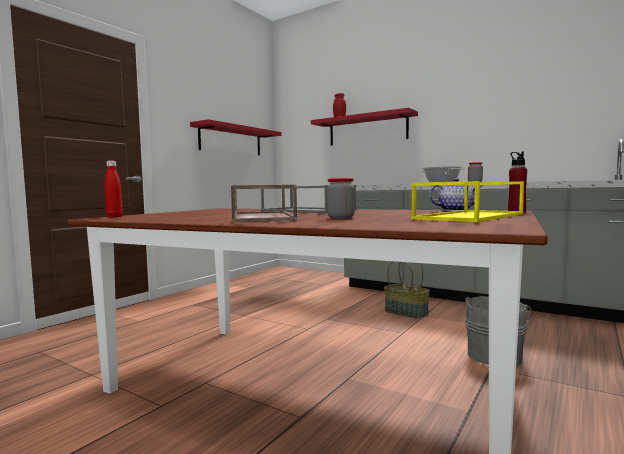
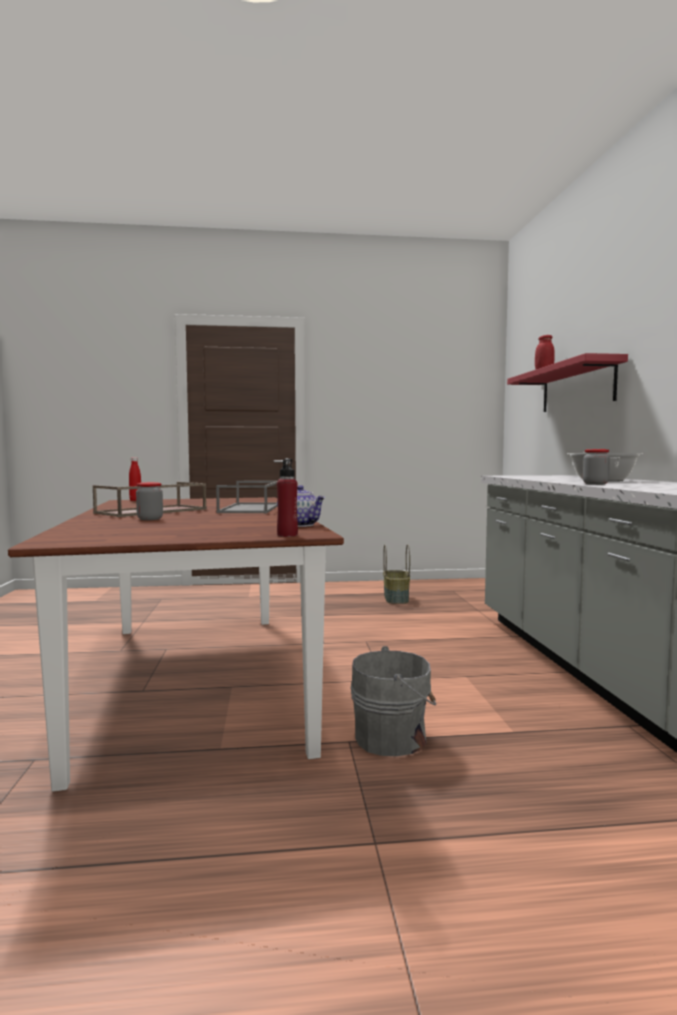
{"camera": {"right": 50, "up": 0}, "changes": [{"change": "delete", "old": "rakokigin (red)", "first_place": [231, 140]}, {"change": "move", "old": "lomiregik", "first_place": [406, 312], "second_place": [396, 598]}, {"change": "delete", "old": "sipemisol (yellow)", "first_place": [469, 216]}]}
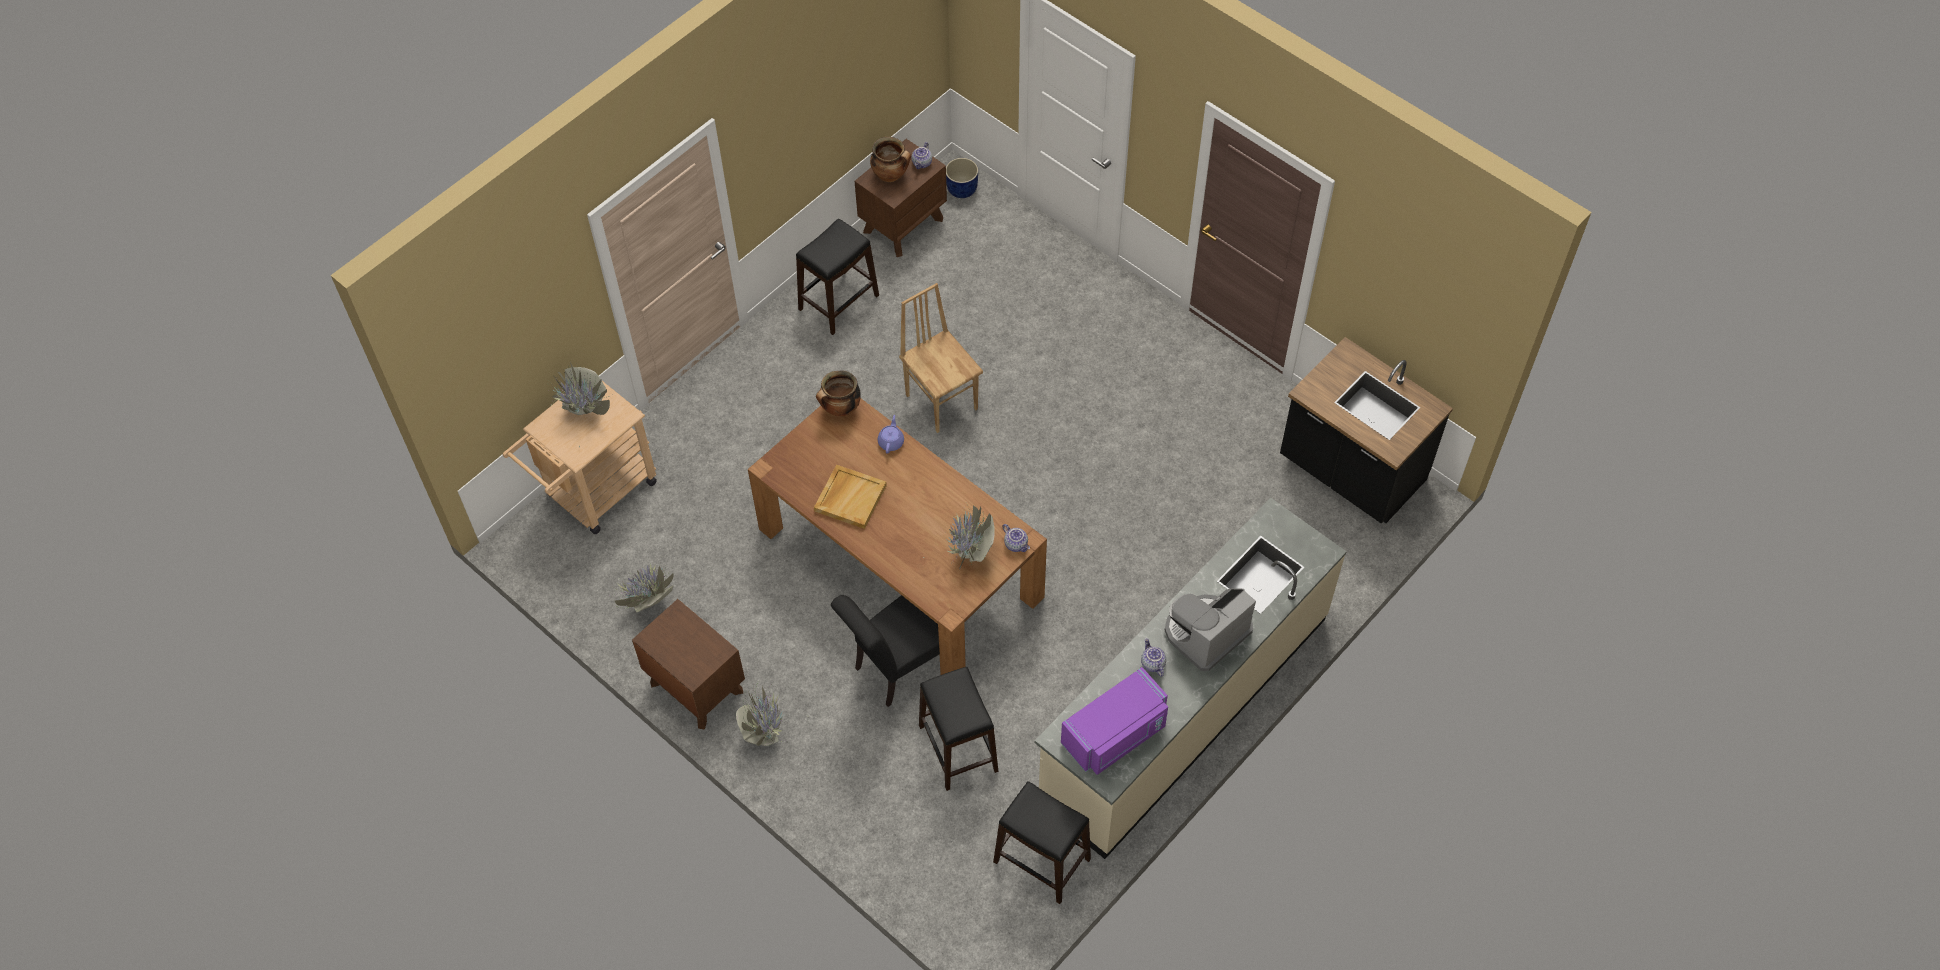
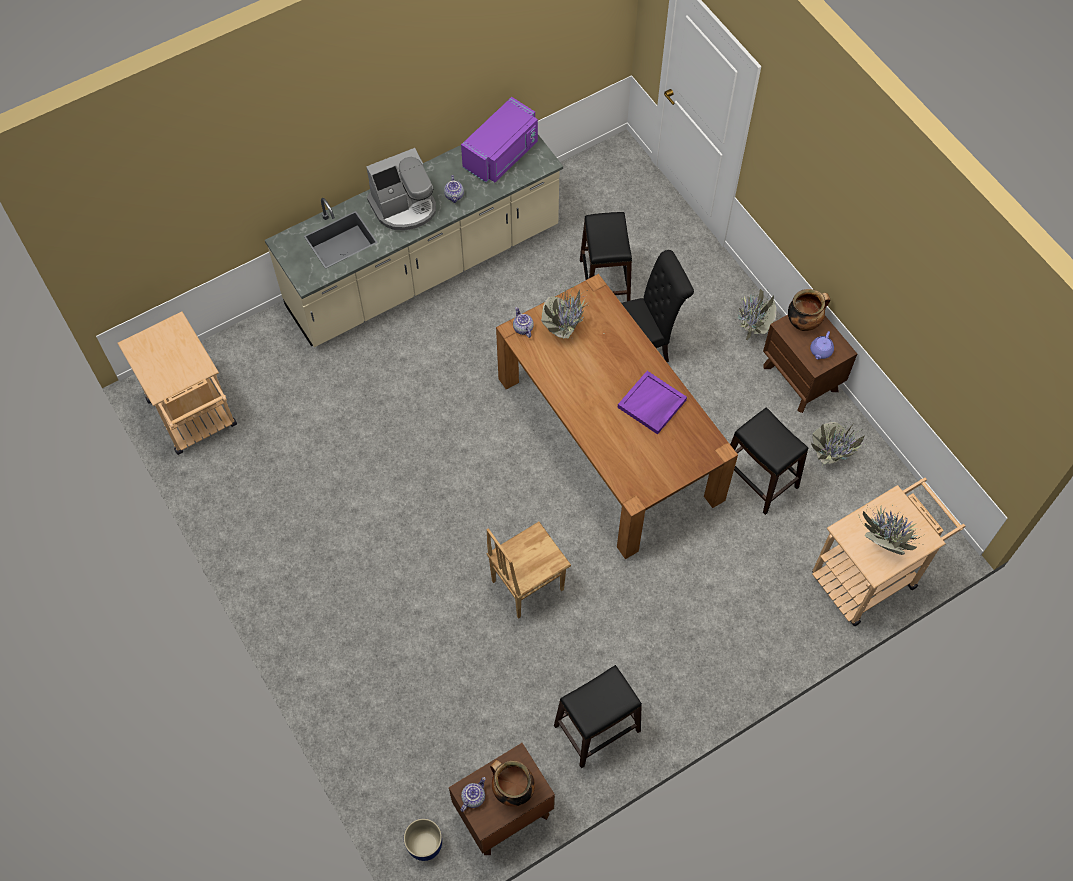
{"camera": {"right": -165, "up": 5}, "changes": [{"change": "recolor", "old": "sipemisol (beige)", "new": "sipemisol (purple)", "first_place": [850, 497], "second_place": [652, 404]}, {"change": "move", "old": "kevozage", "first_place": [840, 409], "second_place": [803, 322]}, {"change": "move", "old": "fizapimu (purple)", "first_place": [891, 441], "second_place": [820, 351]}, {"change": "rotate", "old": "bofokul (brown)", "first_place": [942, 401], "second_place": [526, 585], "degrees": 75}, {"change": "move", "old": "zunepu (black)", "first_place": [1042, 861], "second_place": [759, 478]}, {"change": "rotate", "old": "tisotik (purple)", "first_place": [1115, 735], "second_place": [502, 155], "degrees": 150}, {"change": "replace", "old": "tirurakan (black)", "new": "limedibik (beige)", "first_place": [1351, 472], "second_place": [195, 418]}]}
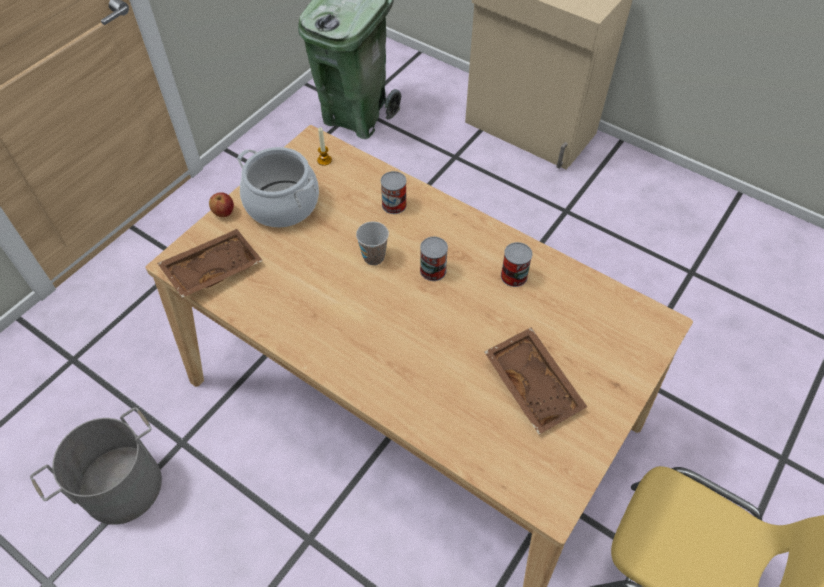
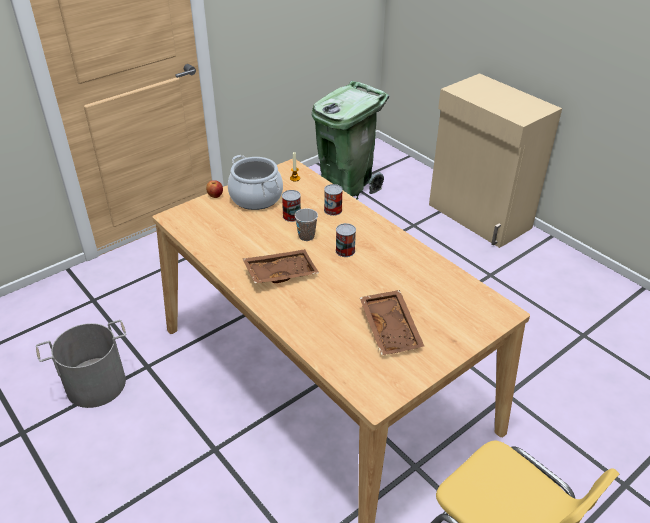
{"camera": {"right": 15, "up": -15}, "changes": [{"change": "move", "old": "sipemisol (brown)", "first_place": [212, 269], "second_place": [280, 273]}, {"change": "move", "old": "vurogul", "first_place": [514, 276], "second_place": [291, 216]}]}
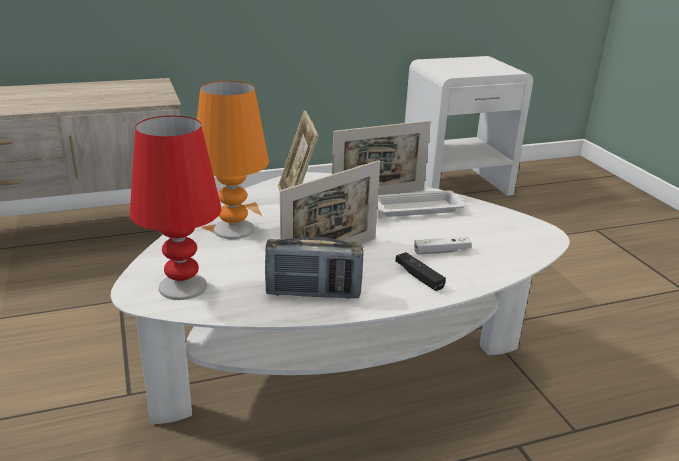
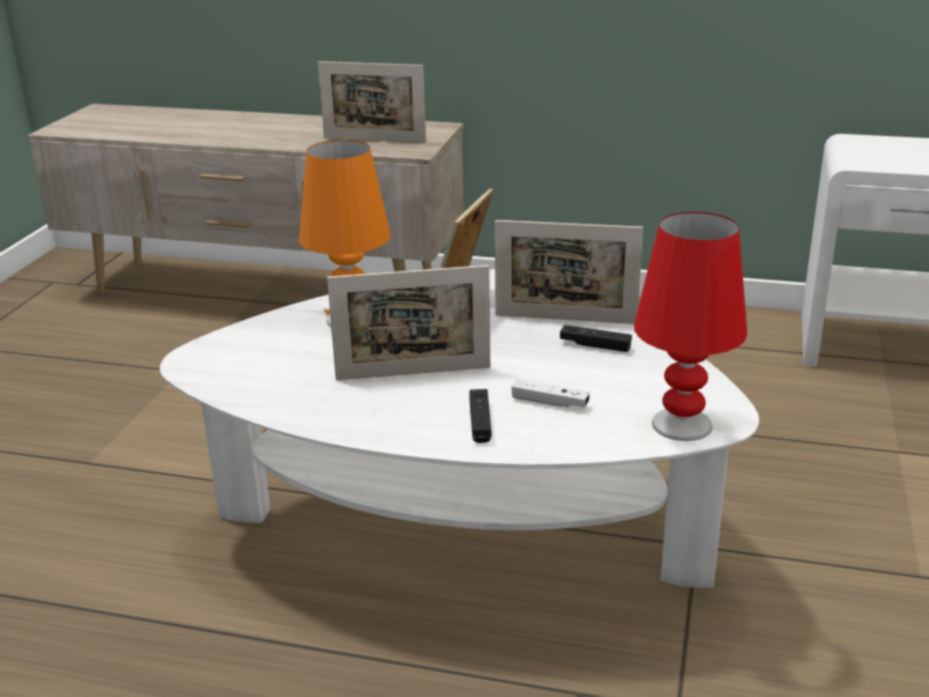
{"camera": {"right": 35, "up": 0}, "changes": [{"change": "move", "old": "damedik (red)", "first_place": [183, 286], "second_place": [682, 424]}, {"change": "delete", "old": "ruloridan", "first_place": [313, 293]}, {"change": "replace", "old": "sipemisol (white)", "new": "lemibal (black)", "first_place": [418, 208], "second_place": [595, 346]}, {"change": "insert", "new": "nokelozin", "second_place": [374, 140]}]}
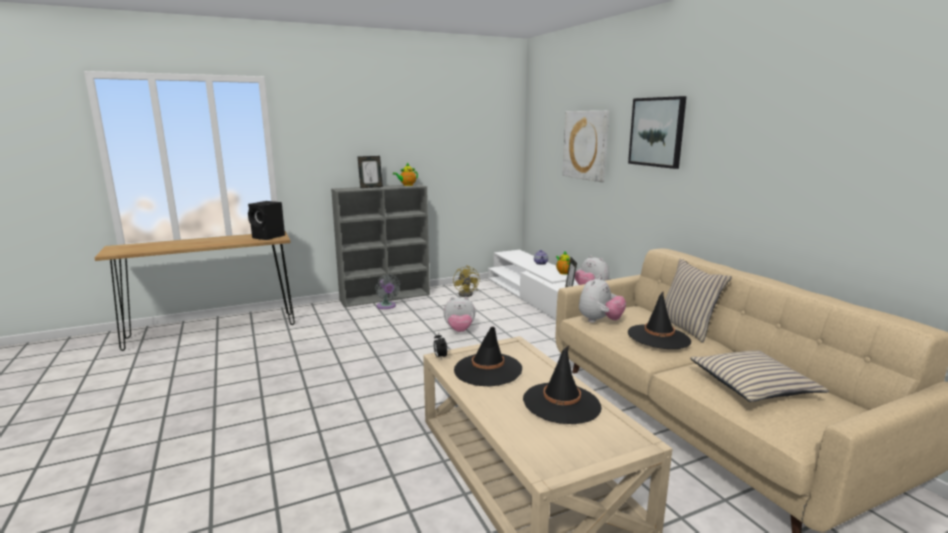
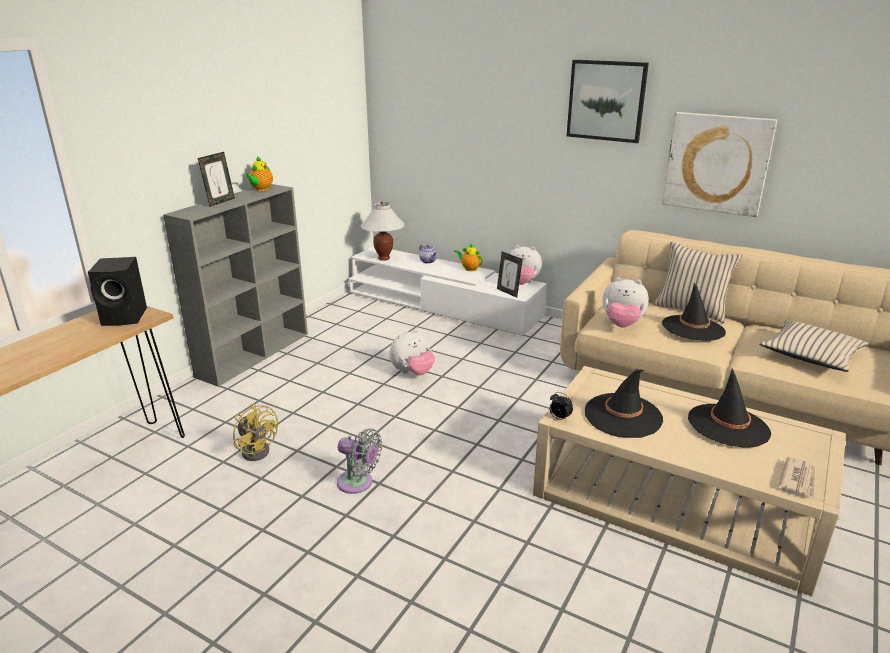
{"camera": {"right": -35, "up": 10}, "changes": [{"change": "move", "old": "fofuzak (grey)", "first_place": [386, 306], "second_place": [358, 483]}, {"change": "move", "old": "fofuzak (yellow)", "first_place": [467, 294], "second_place": [257, 449]}, {"change": "move", "old": "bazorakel", "first_place": [586, 145], "second_place": [717, 163]}, {"change": "rotate", "old": "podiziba", "first_place": [599, 321], "second_place": [622, 325], "degrees": 105}, {"change": "insert", "new": "damedik (white)", "second_place": [384, 258]}, {"change": "insert", "new": "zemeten", "second_place": [799, 479]}]}
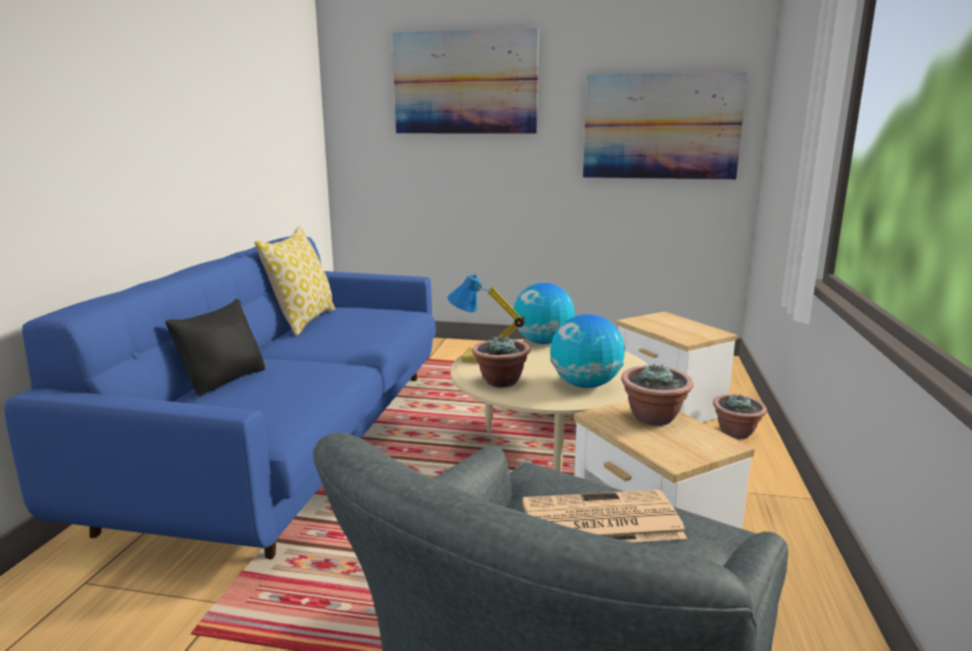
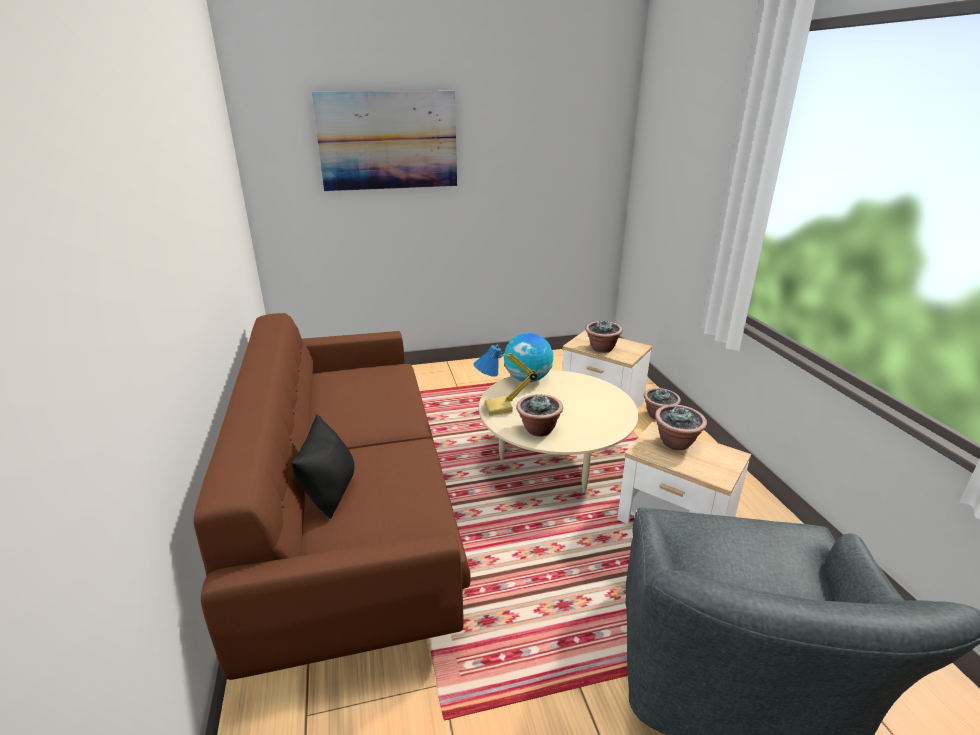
{"camera": {"right": -25, "up": 10}, "changes": [{"change": "recolor", "old": "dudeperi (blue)", "new": "dudeperi (brown)", "first_place": [294, 440], "second_place": [352, 511]}, {"change": "delete", "old": "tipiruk", "first_place": [302, 321]}, {"change": "delete", "old": "zemeten", "first_place": [599, 521]}, {"change": "delete", "old": "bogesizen", "first_place": [585, 385]}, {"change": "delete", "old": "bazorakel", "first_place": [661, 127]}, {"change": "insert", "new": "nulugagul", "second_place": [602, 349]}]}
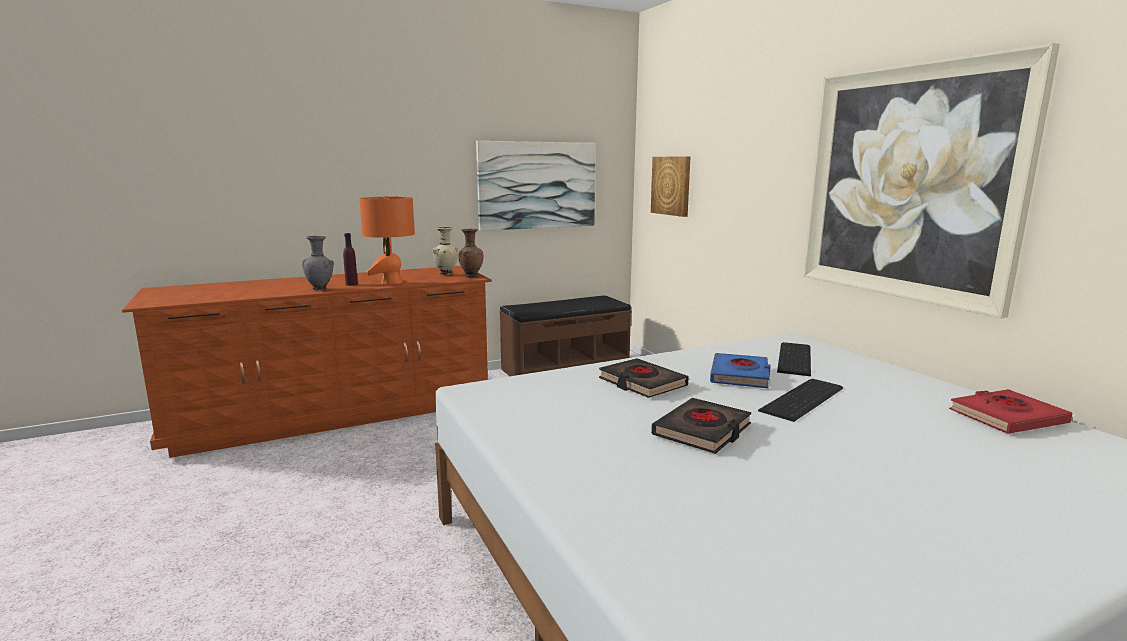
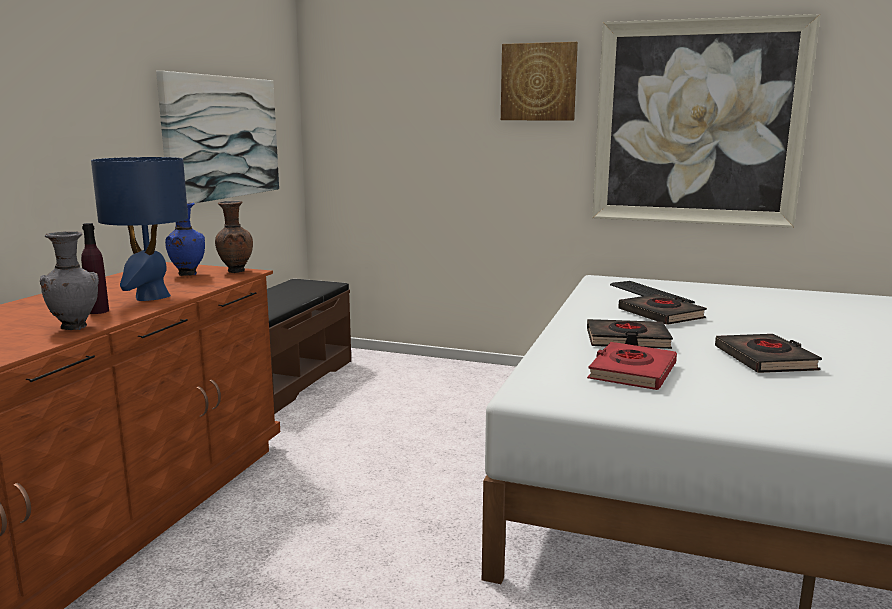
{"camera": {"right": -45, "up": 0}, "changes": [{"change": "recolor", "old": "damedik (orange)", "new": "damedik (blue)", "first_place": [391, 282], "second_place": [151, 297]}, {"change": "recolor", "old": "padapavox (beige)", "new": "padapavox (blue)", "first_place": [446, 274], "second_place": [187, 274]}, {"change": "move", "old": "bazorakel", "first_place": [671, 185], "second_place": [538, 82]}, {"change": "recolor", "old": "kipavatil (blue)", "new": "kipavatil (black)", "first_place": [740, 376], "second_place": [661, 315]}, {"change": "delete", "old": "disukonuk", "first_place": [805, 399]}, {"change": "move", "old": "kipavatil (red)", "first_place": [1006, 417], "second_place": [631, 372]}]}
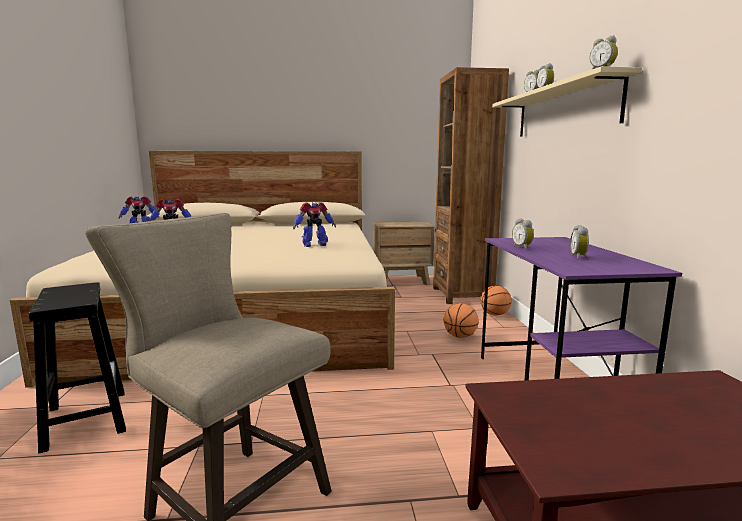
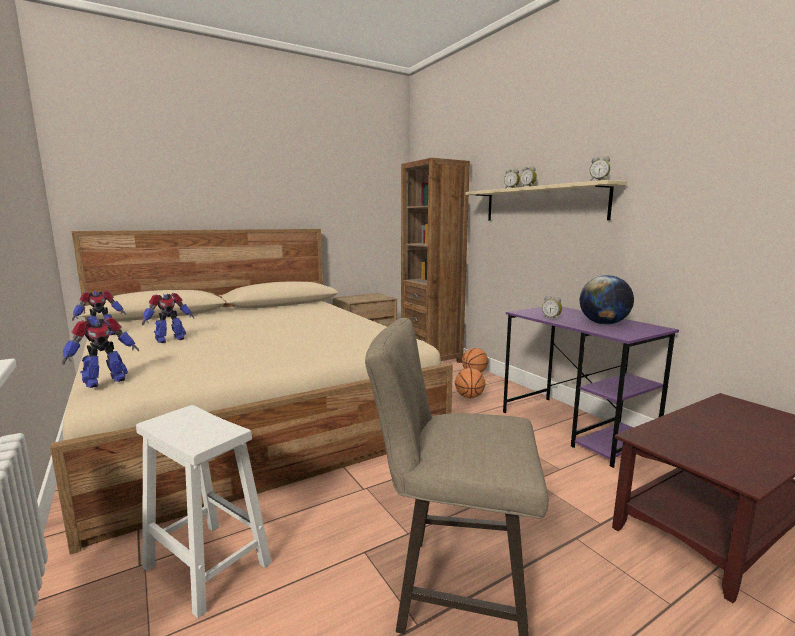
{"camera": {"right": -25, "up": 0}, "changes": [{"change": "recolor", "old": "zunepu (black)", "new": "zunepu (white)", "first_place": [86, 418], "second_place": [205, 564]}, {"change": "move", "old": "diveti", "first_place": [314, 245], "second_place": [104, 381]}, {"change": "replace", "old": "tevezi", "new": "bogesizen", "first_place": [579, 257], "second_place": [603, 324]}]}
